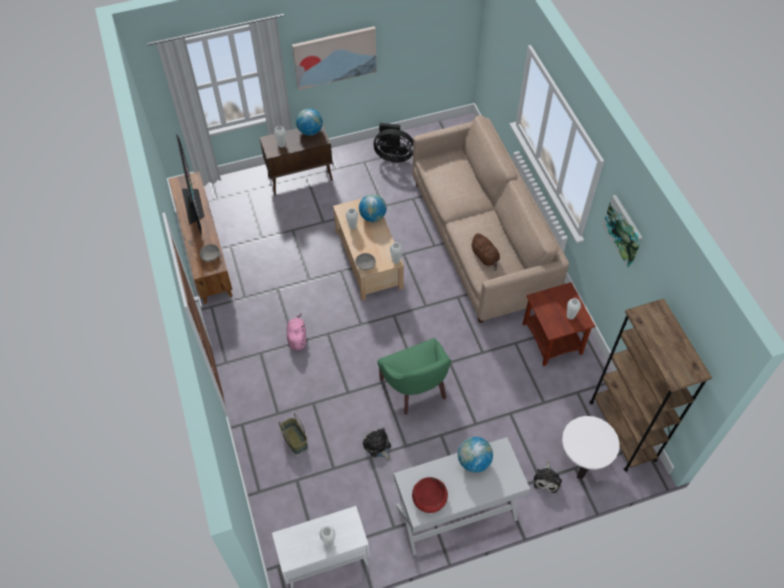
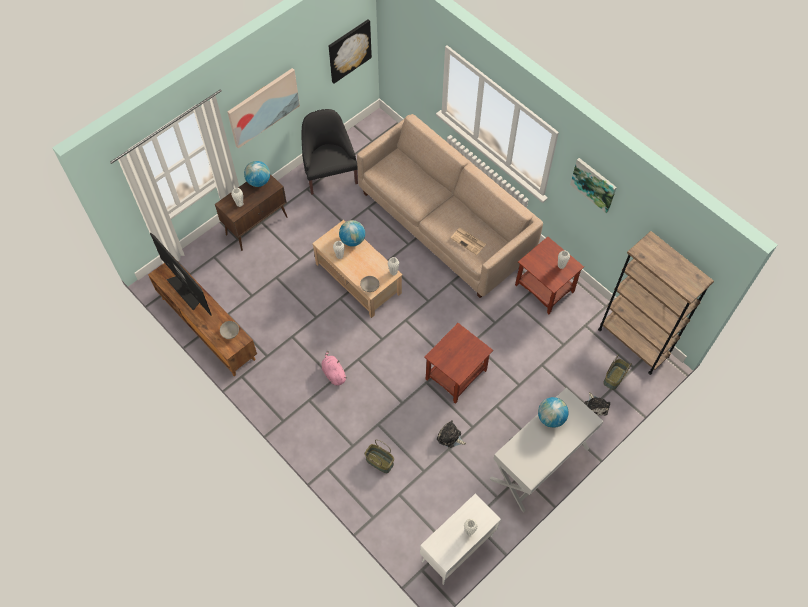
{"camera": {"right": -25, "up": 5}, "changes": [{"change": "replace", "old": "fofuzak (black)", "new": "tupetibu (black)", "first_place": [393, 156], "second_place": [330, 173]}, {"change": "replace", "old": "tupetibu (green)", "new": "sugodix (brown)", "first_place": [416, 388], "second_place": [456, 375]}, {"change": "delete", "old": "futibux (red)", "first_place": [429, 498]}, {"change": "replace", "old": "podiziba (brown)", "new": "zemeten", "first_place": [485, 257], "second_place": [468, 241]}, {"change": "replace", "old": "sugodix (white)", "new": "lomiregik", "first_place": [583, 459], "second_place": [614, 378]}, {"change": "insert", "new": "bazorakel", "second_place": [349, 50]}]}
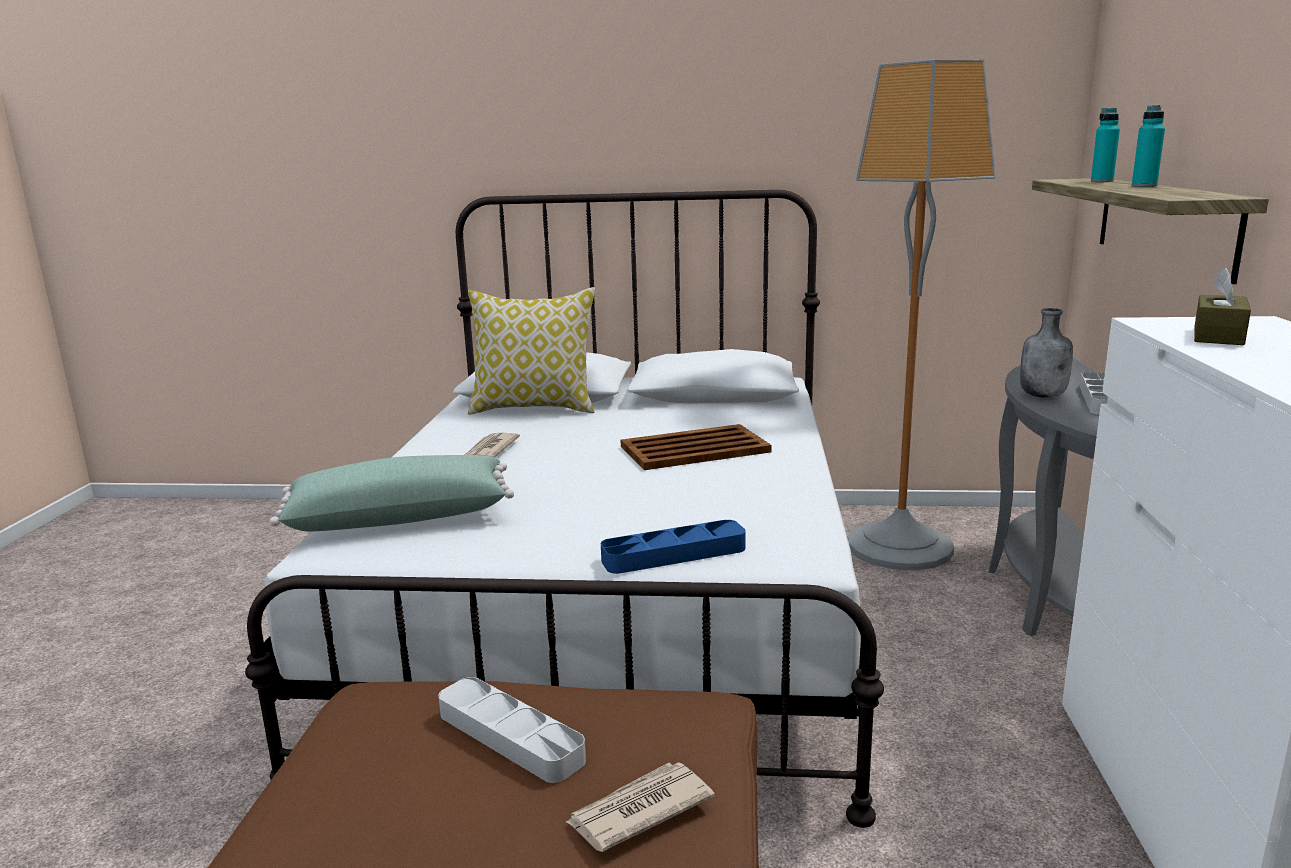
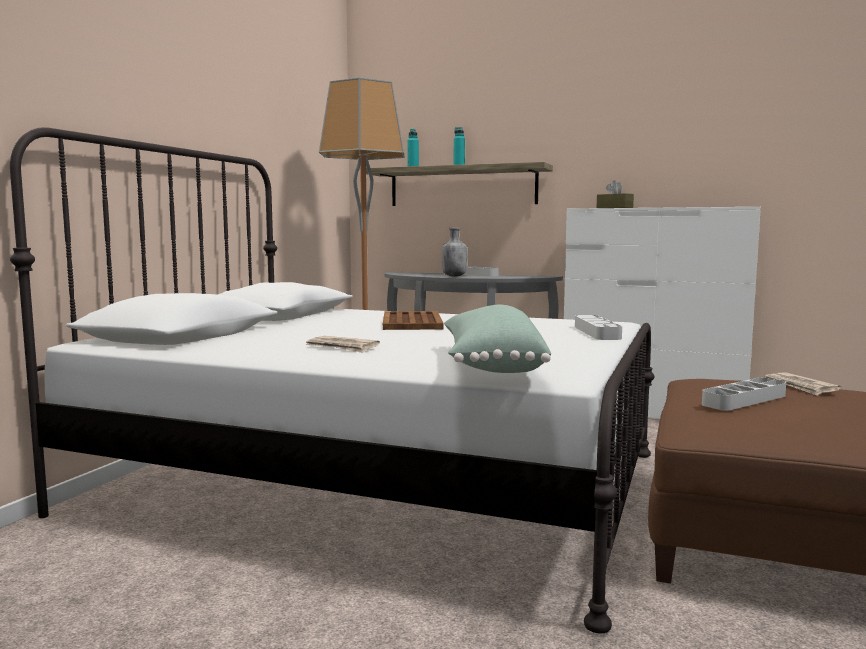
{"camera": {"right": -75, "up": -10}, "changes": [{"change": "delete", "old": "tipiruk", "first_place": [535, 408]}, {"change": "recolor", "old": "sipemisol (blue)", "new": "sipemisol (grey)", "first_place": [674, 554], "second_place": [596, 332]}]}
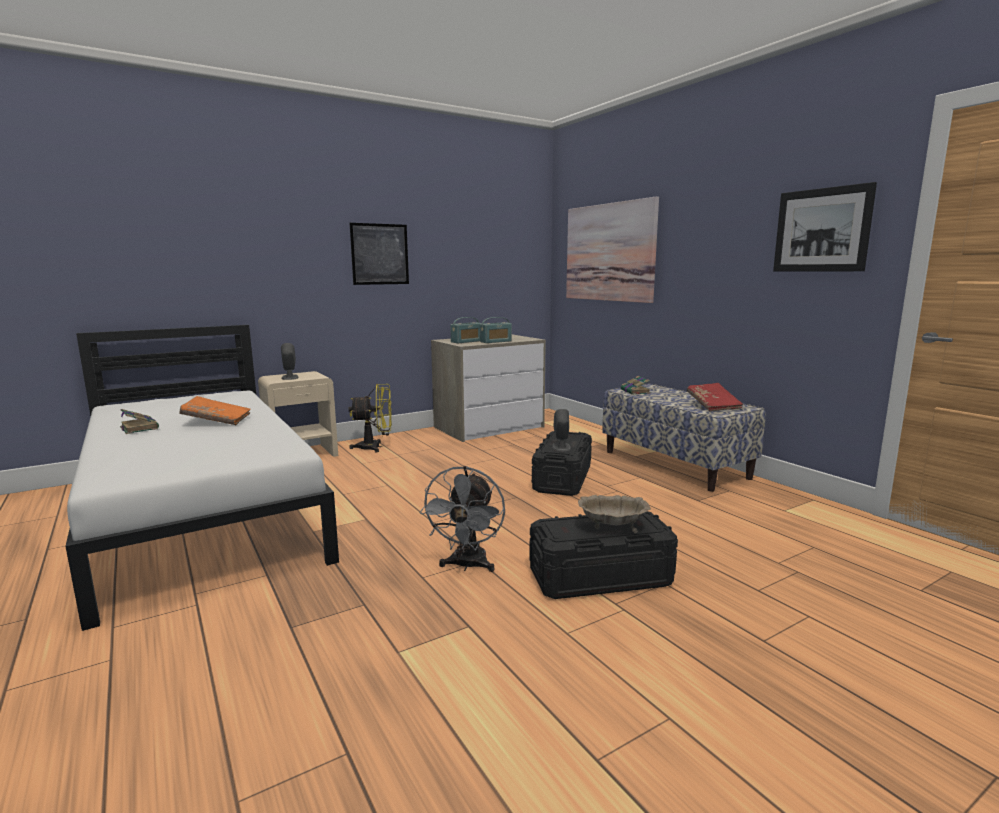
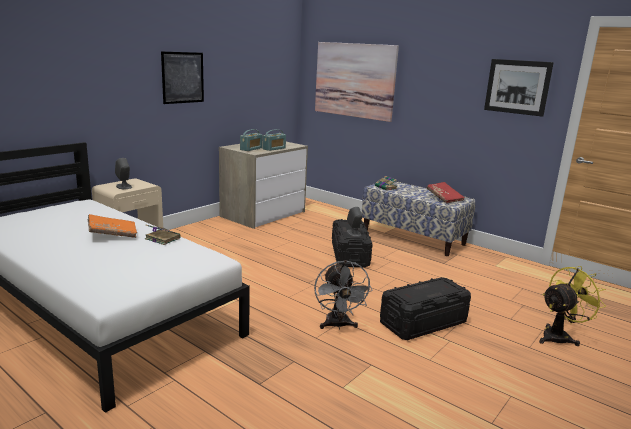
{"camera": {"right": -20, "up": 5}, "changes": [{"change": "move", "old": "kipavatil", "first_place": [139, 428], "second_place": [162, 238]}, {"change": "move", "old": "fofuzak (yellow)", "first_place": [375, 447], "second_place": [560, 336]}, {"change": "delete", "old": "futibux (beige)", "first_place": [612, 528]}]}
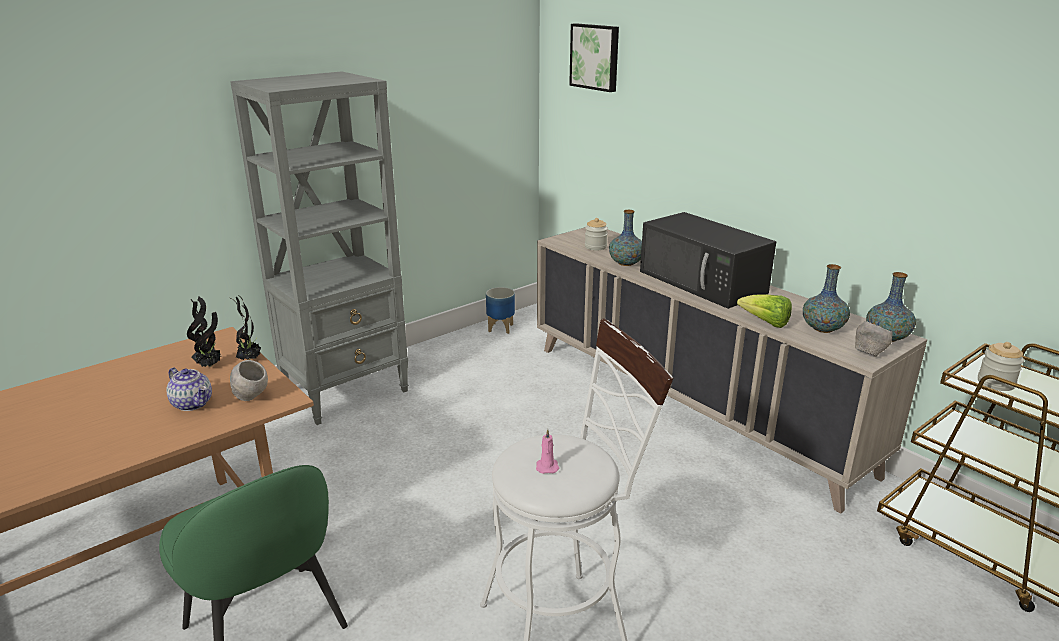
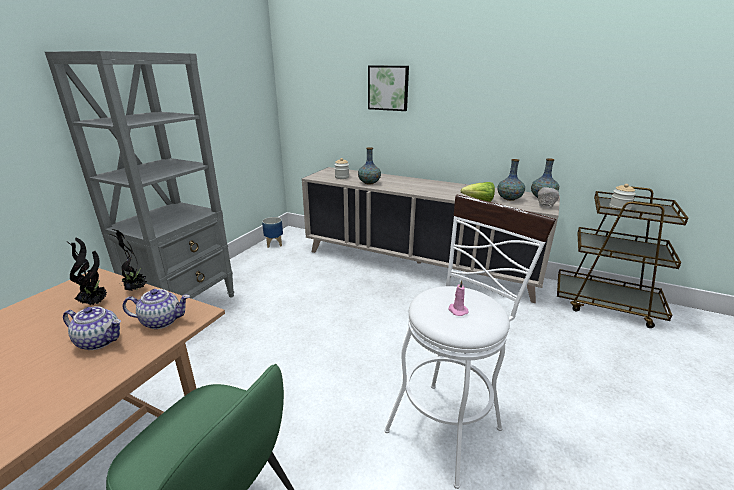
{"camera": {"right": -25, "up": 0}, "changes": [{"change": "replace", "old": "futibux (grey)", "new": "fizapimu", "first_place": [252, 398], "second_place": [162, 321]}, {"change": "move", "old": "bazorakel", "first_place": [595, 57], "second_place": [388, 88]}, {"change": "delete", "old": "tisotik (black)", "first_place": [704, 282]}]}
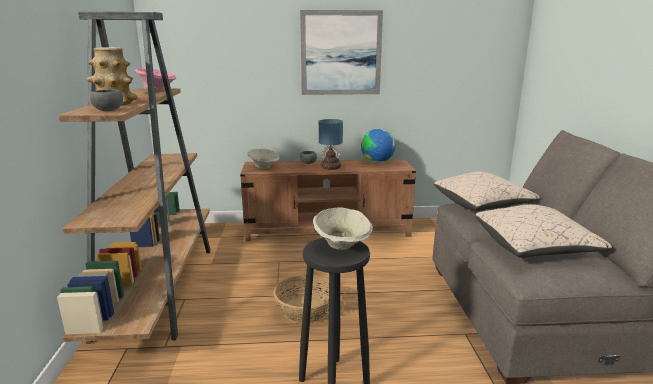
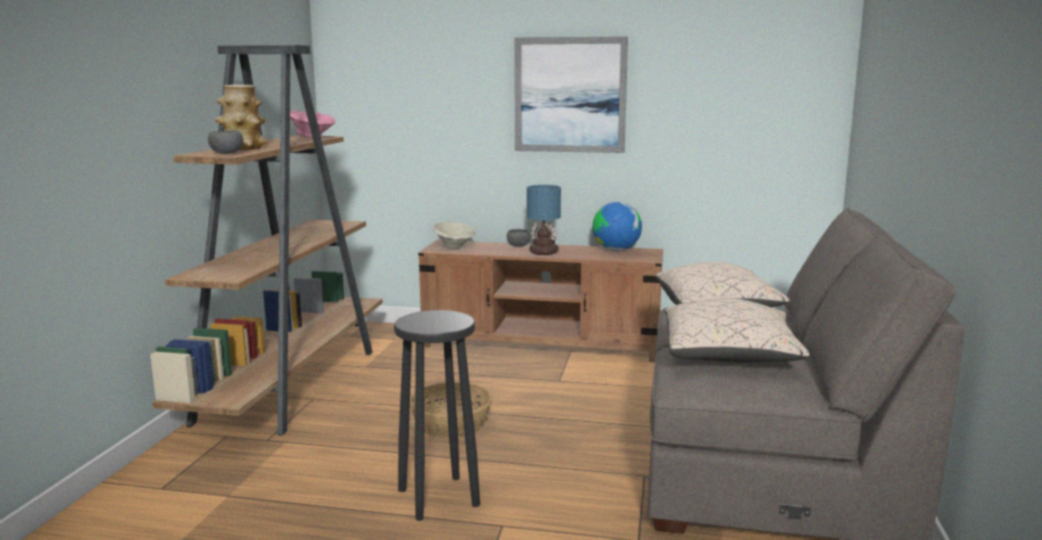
{"camera": {"right": 15, "up": -5}, "changes": [{"change": "delete", "old": "futibux (beige)", "first_place": [342, 245]}]}
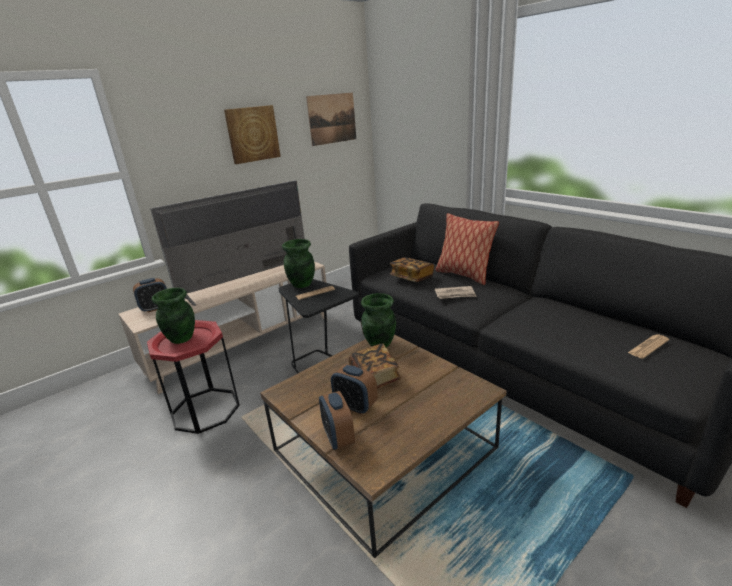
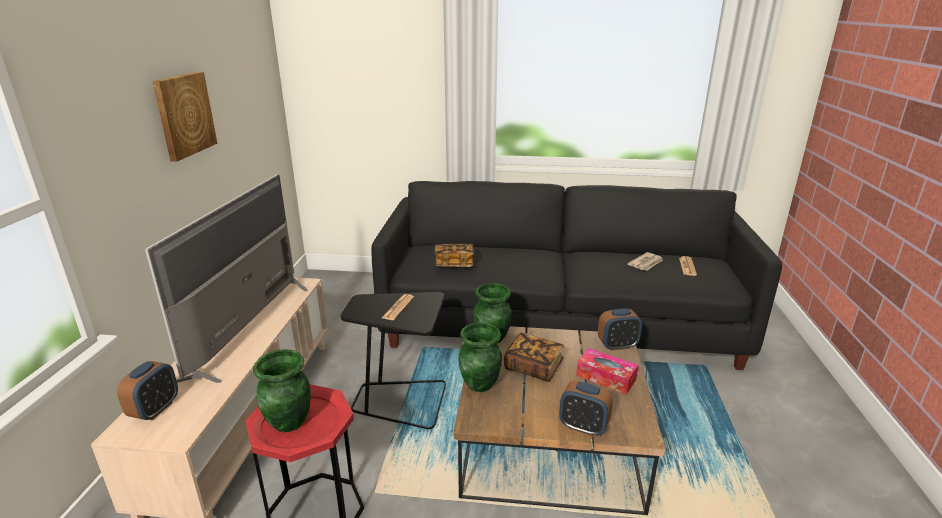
{"camera": {"right": -45, "up": 0}, "changes": [{"change": "move", "old": "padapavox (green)", "first_place": [302, 284], "second_place": [480, 384]}, {"change": "delete", "old": "bazorakel", "first_place": [332, 118]}, {"change": "move", "old": "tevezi", "first_place": [355, 406], "second_place": [617, 345]}, {"change": "move", "old": "zemeten", "first_place": [455, 294], "second_place": [646, 263]}, {"change": "delete", "old": "tipiruk", "first_place": [463, 275]}, {"change": "insert", "new": "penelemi", "second_place": [606, 377]}]}
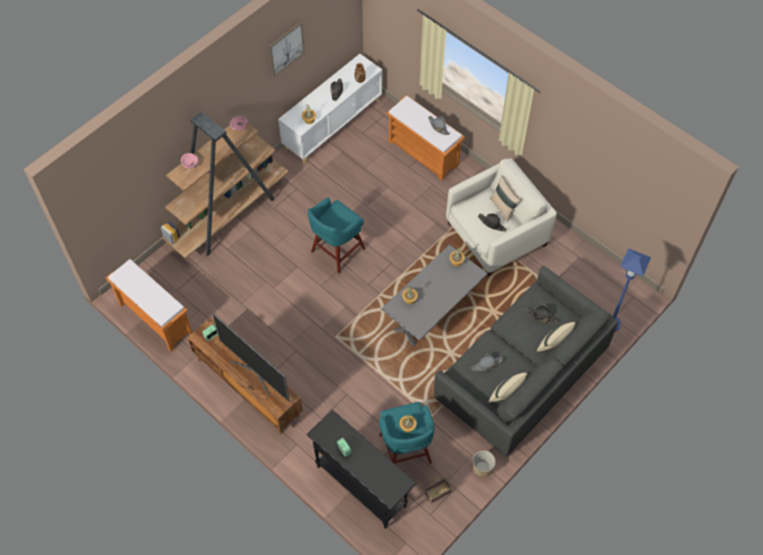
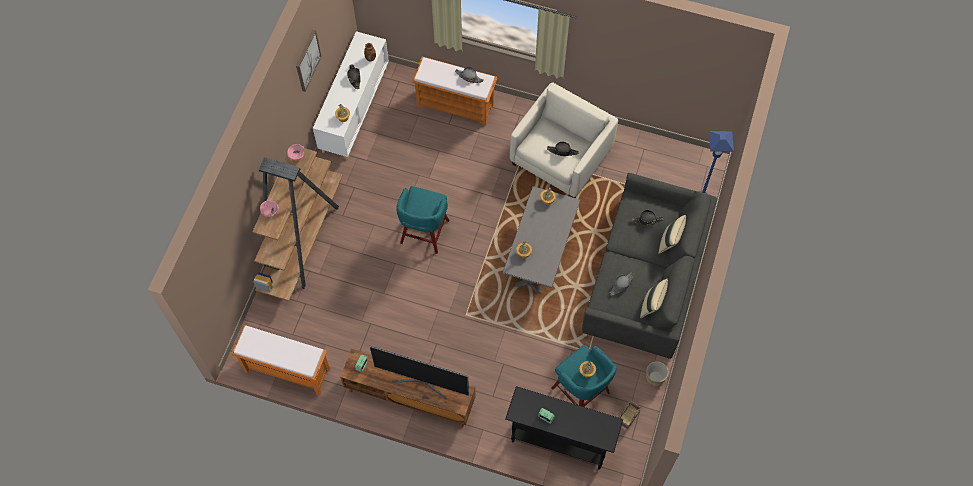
{"camera": {"right": -25, "up": 5}, "changes": [{"change": "delete", "old": "tipiruk (beige)", "first_place": [503, 208]}]}
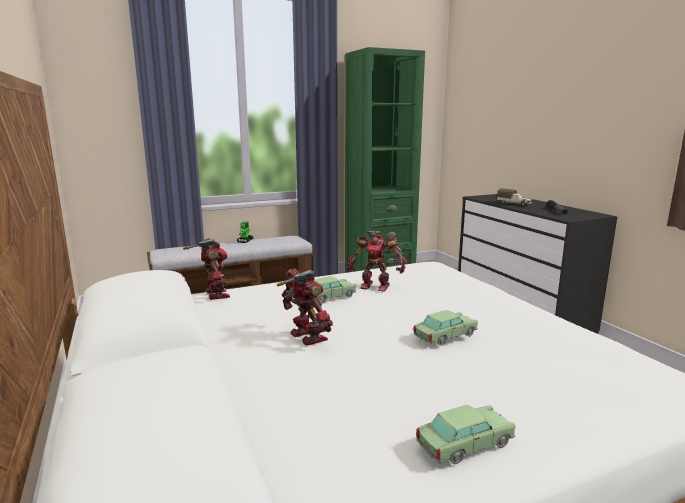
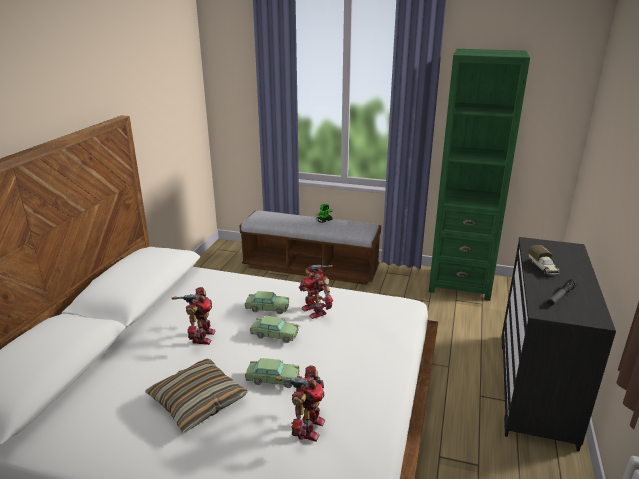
{"camera": {"right": 40, "up": 10}, "changes": [{"change": "move", "old": "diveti", "first_place": [215, 294], "second_place": [307, 427]}, {"change": "move", "old": "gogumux", "first_place": [464, 445], "second_place": [274, 335]}, {"change": "insert", "new": "tipiruk", "second_place": [198, 402]}]}
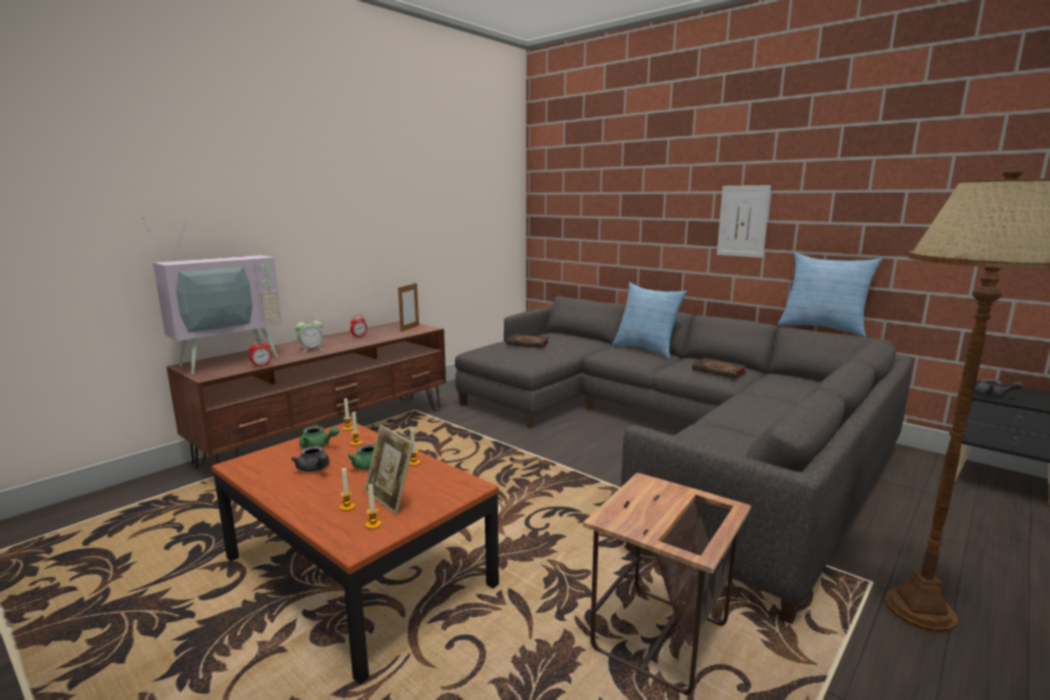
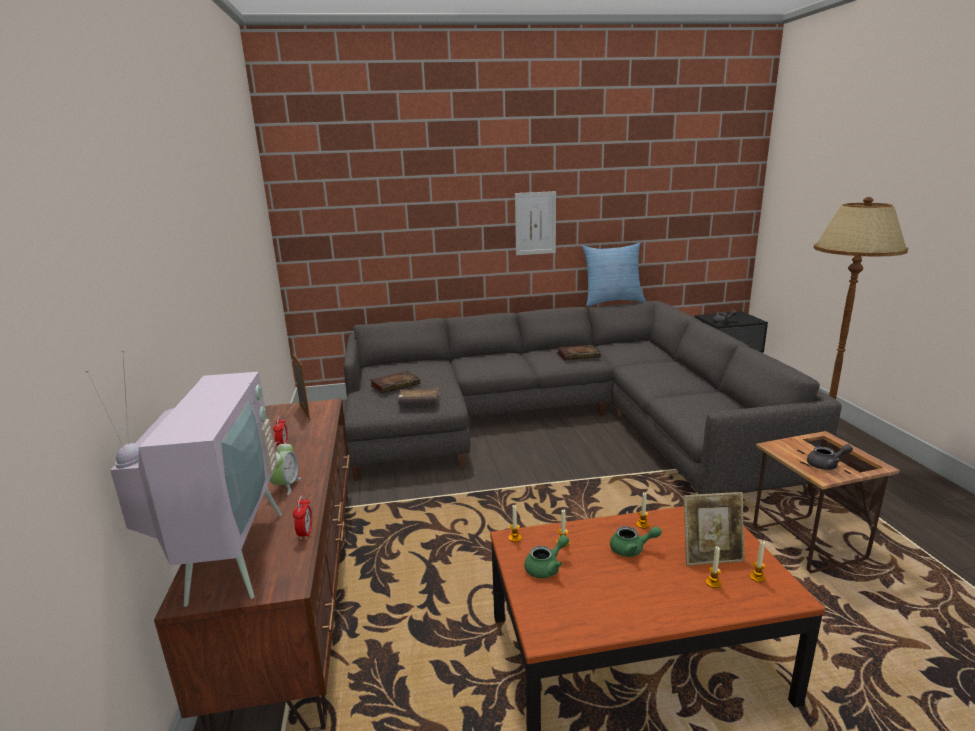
{"camera": {"right": -50, "up": 5}, "changes": [{"change": "move", "old": "fizapimu (grey)", "first_place": [314, 469], "second_place": [826, 465]}, {"change": "delete", "old": "tipiruk", "first_place": [646, 349]}, {"change": "insert", "new": "kipavatil (brown)", "second_place": [419, 402]}]}
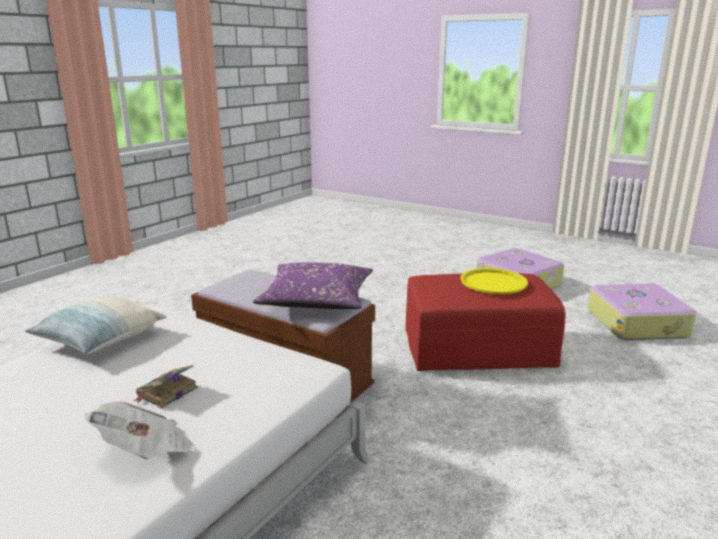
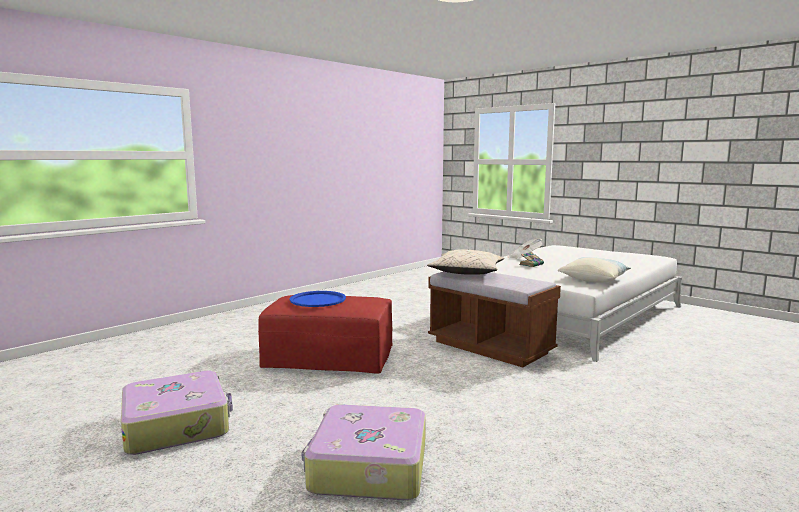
{"camera": {"right": -170, "up": -10}, "changes": [{"change": "recolor", "old": "tipiruk (purple)", "new": "tipiruk (beige)", "first_place": [317, 301], "second_place": [467, 273]}, {"change": "recolor", "old": "sipemisol (yellow)", "new": "sipemisol (blue)", "first_place": [493, 282], "second_place": [318, 300]}, {"change": "move", "old": "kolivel", "first_place": [637, 323], "second_place": [367, 467]}]}
